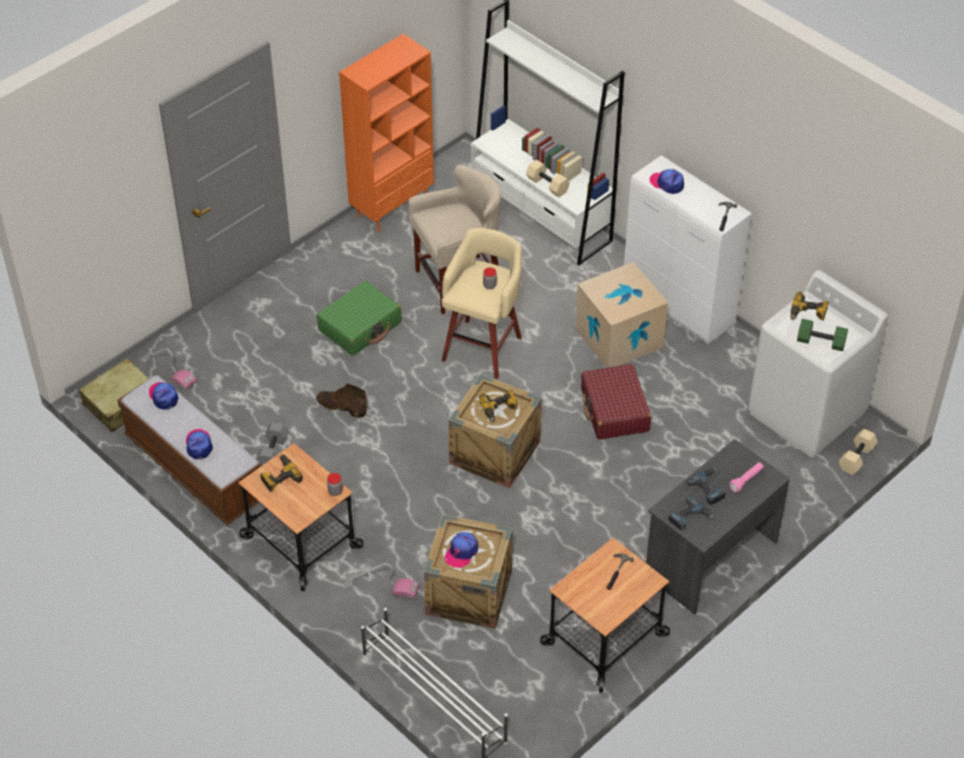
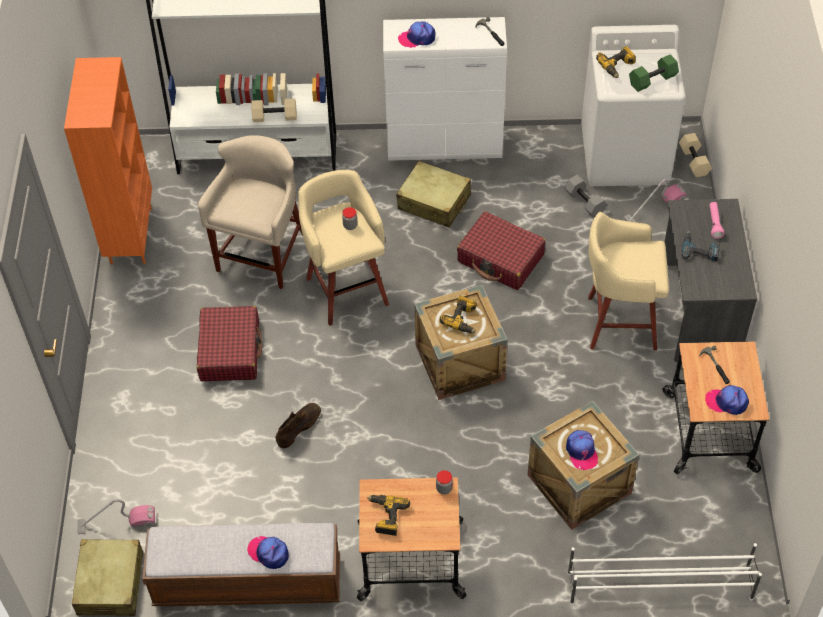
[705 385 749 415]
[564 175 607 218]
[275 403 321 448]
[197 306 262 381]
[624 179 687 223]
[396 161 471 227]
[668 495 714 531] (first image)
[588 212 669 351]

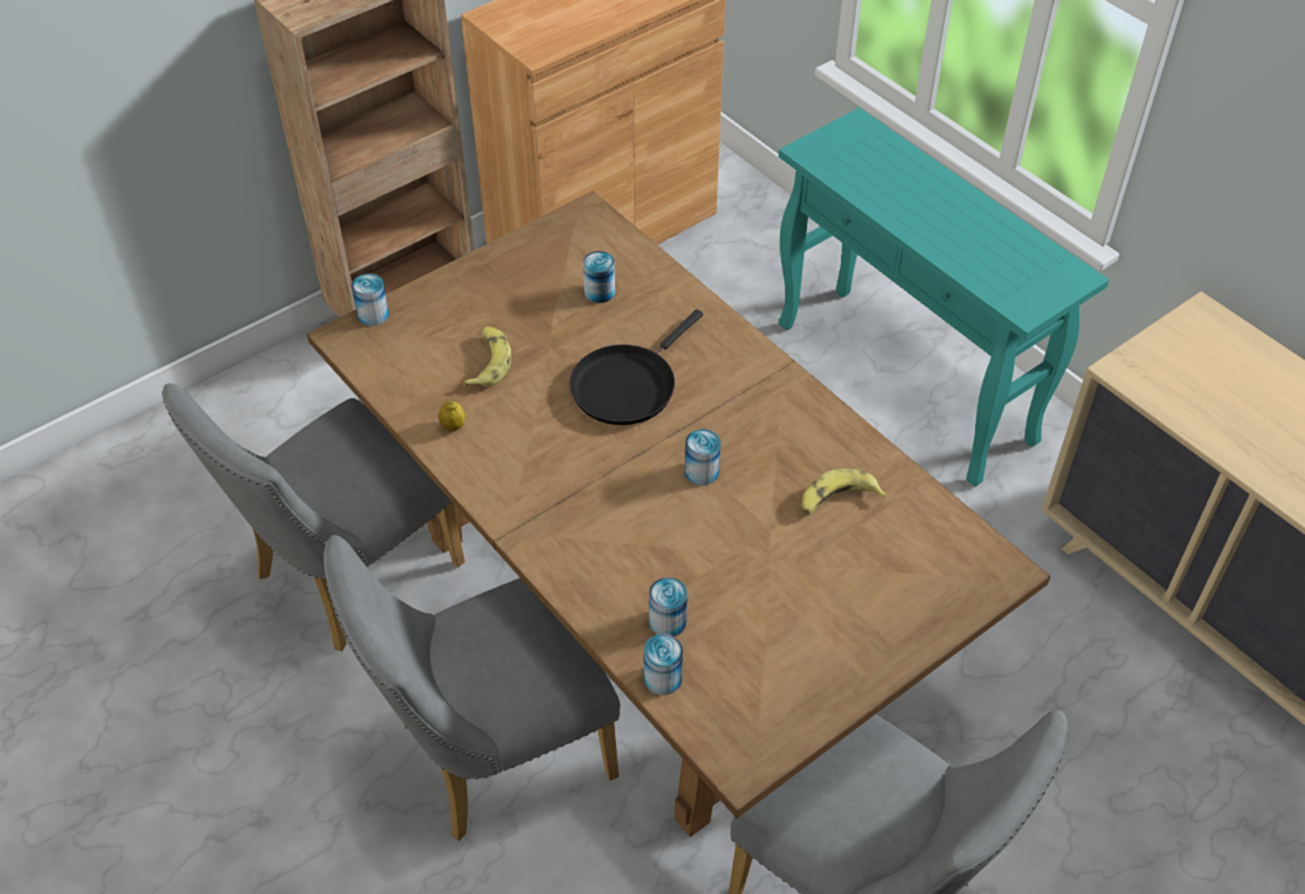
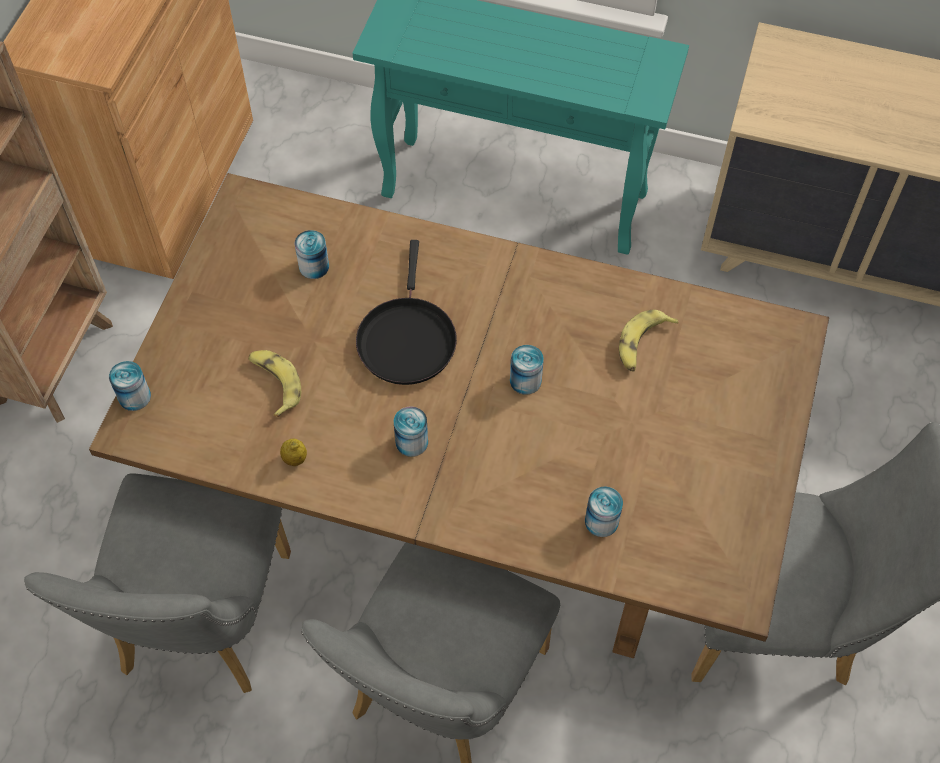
[394 406 428 457]

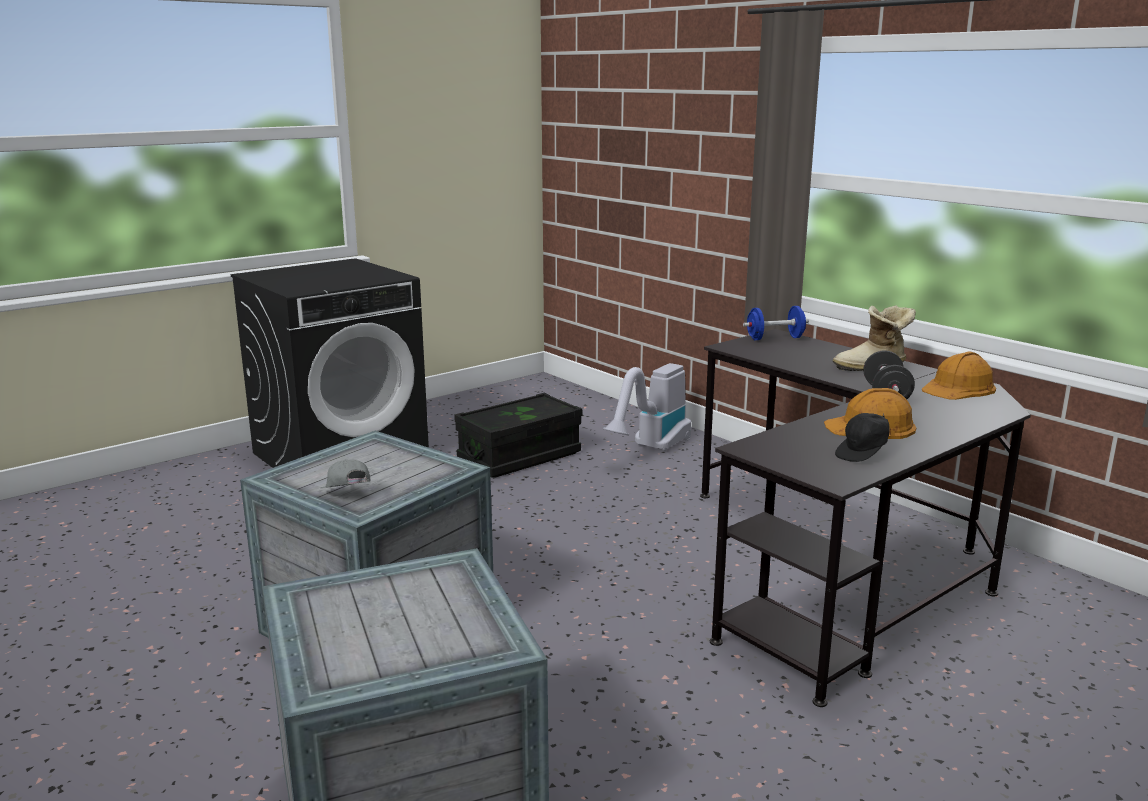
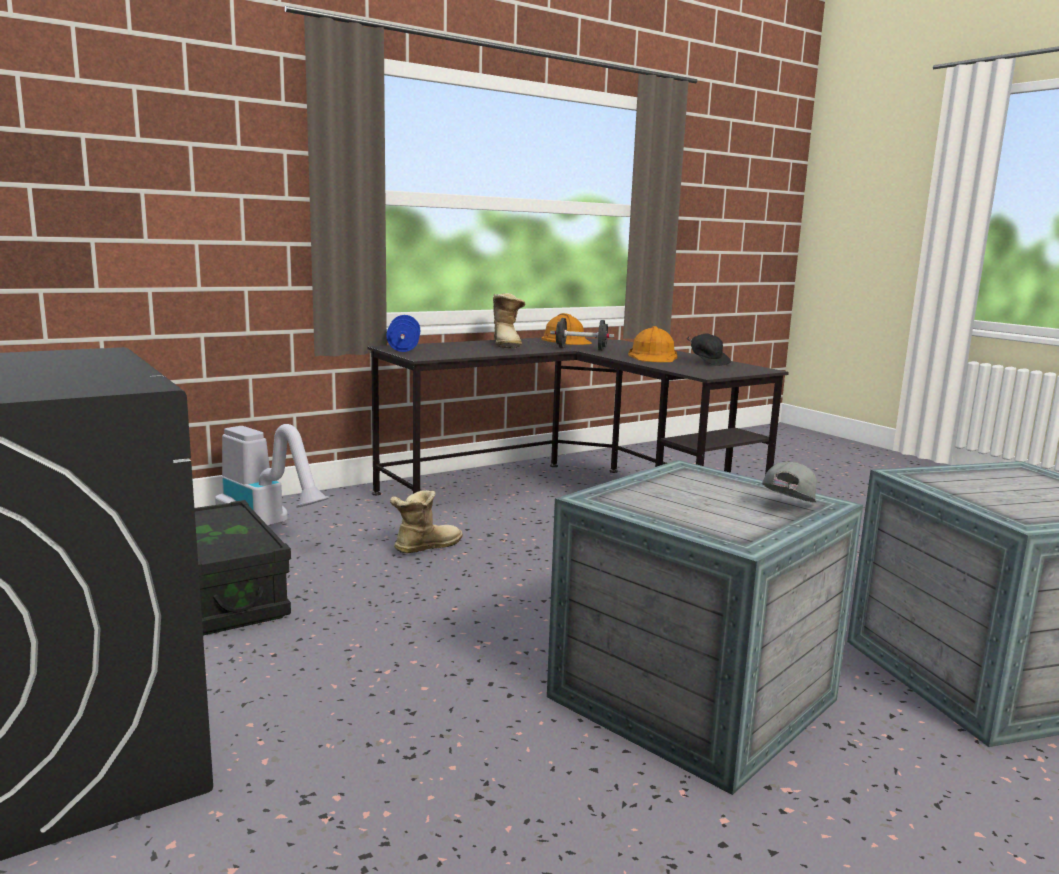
[762 462 817 503]
[390 490 463 553]

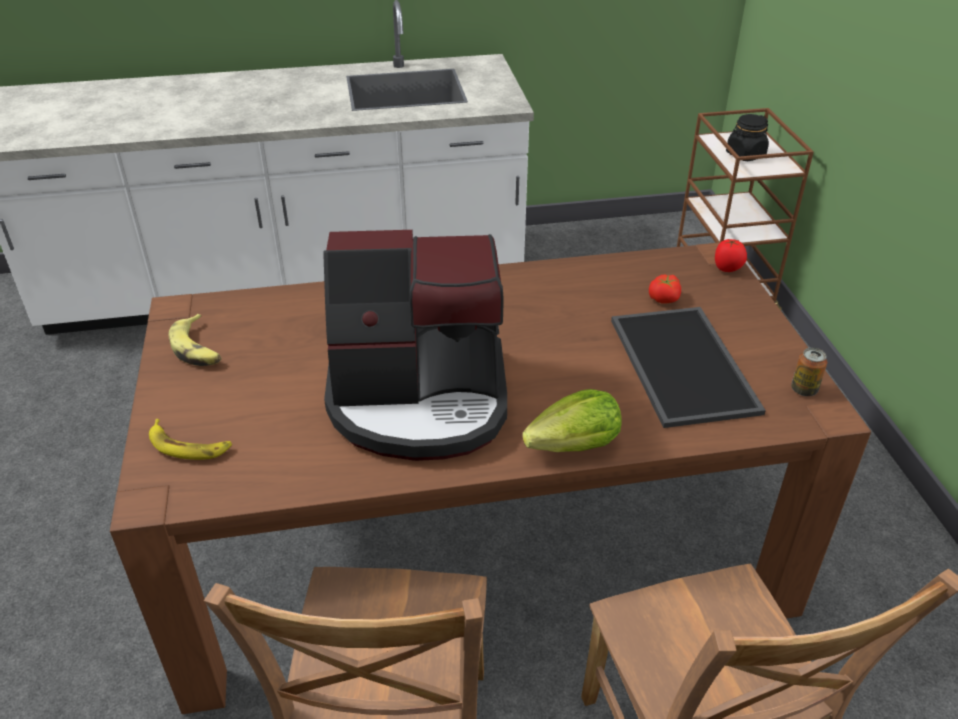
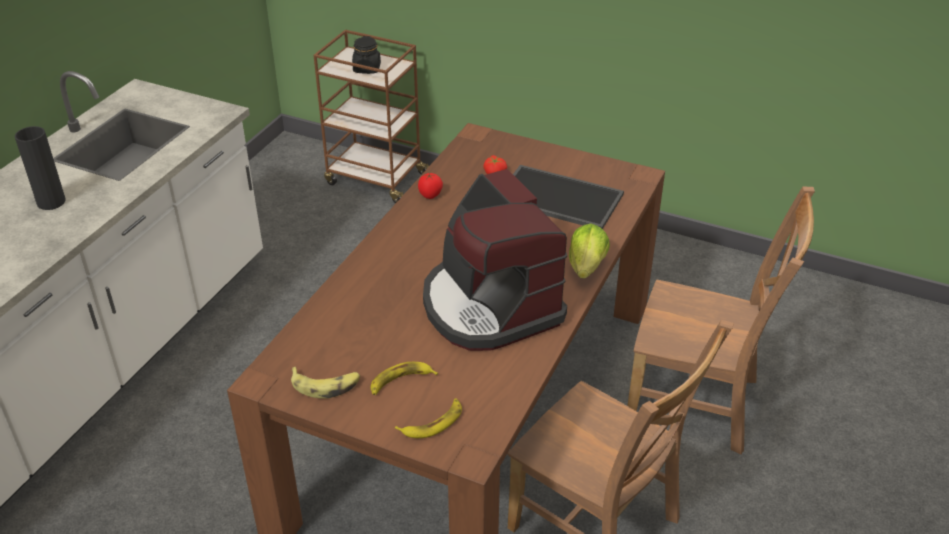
[423 169 567 351]
[418 173 443 199]
[791 348 827 396] (first image)
[15 126 66 210]
[371 362 438 395]

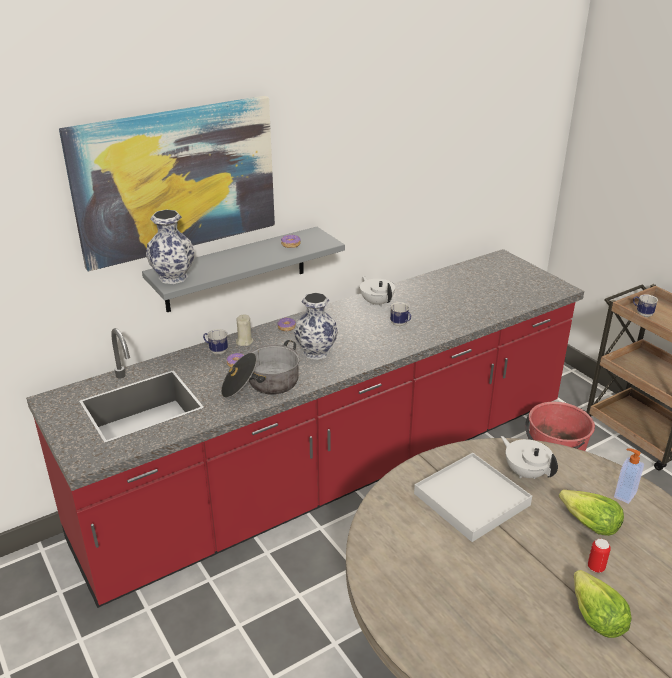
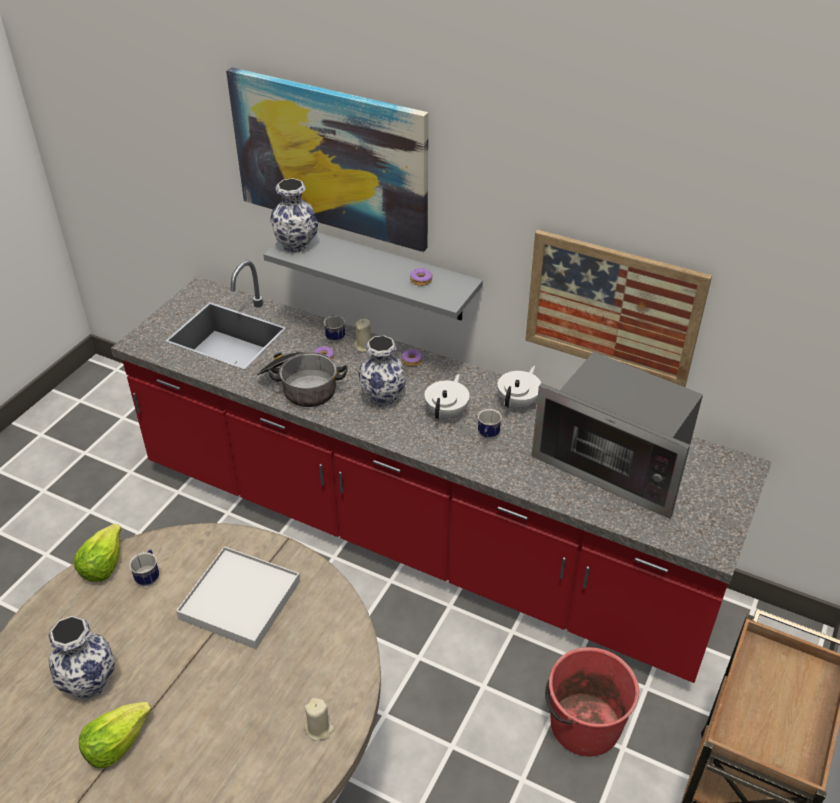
[424 374 470 419]
[74 524 122 582]
[588 539 611 573] (first image)
[304 698 335 741]
[129 549 159 586]
[48 616 114 701]
[525 230 712 387]
[531 352 703 519]

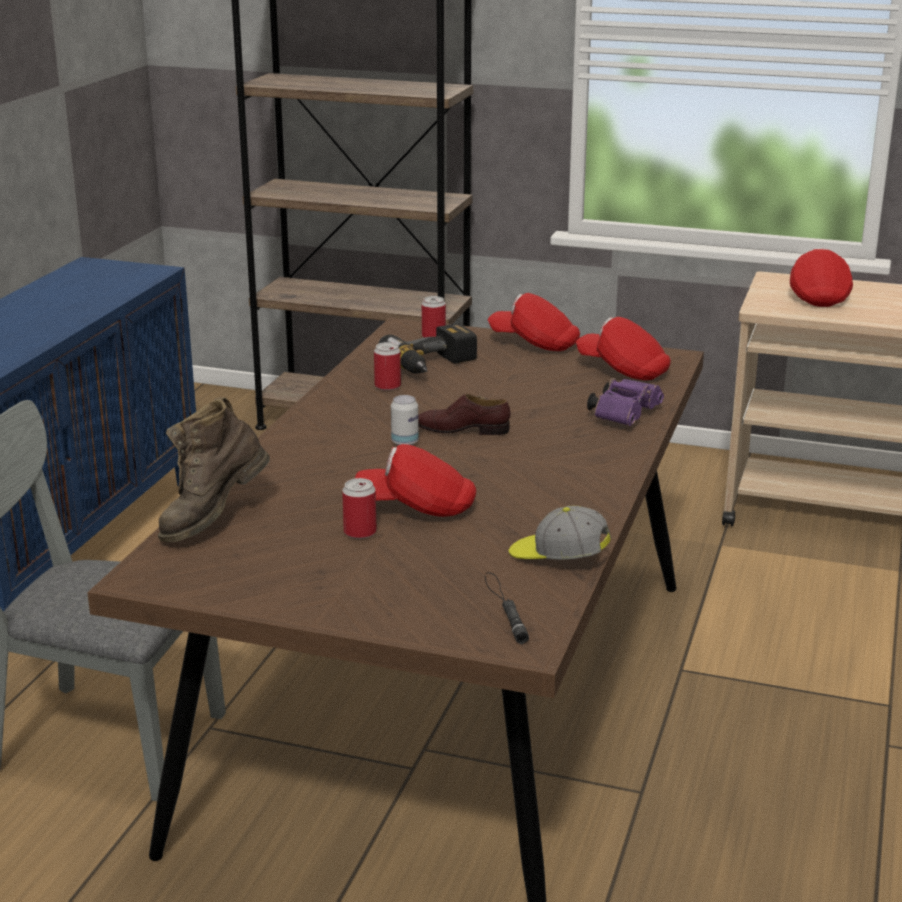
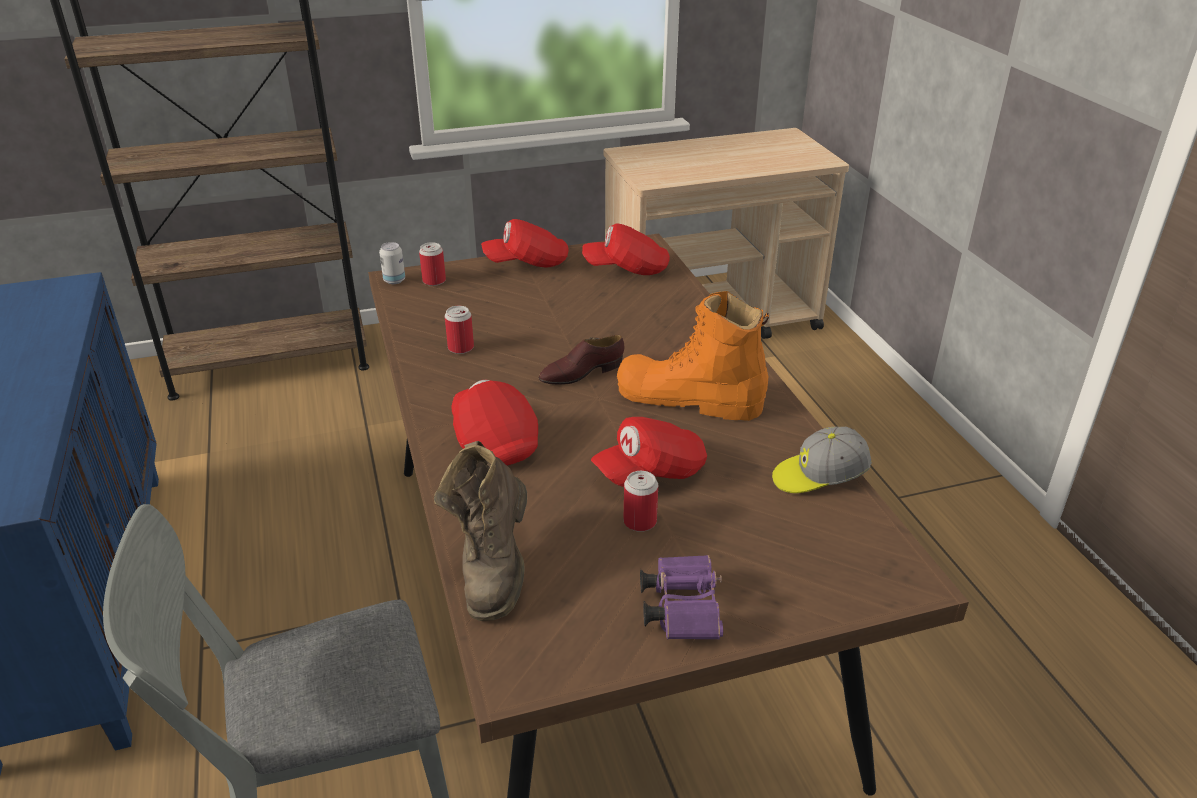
[378 323 477 374] (first image)
[379 242 405 284]
[485 572 529 644] (first image)
[640 555 723 640]
[452 380 538 466]
[617 291 769 421]

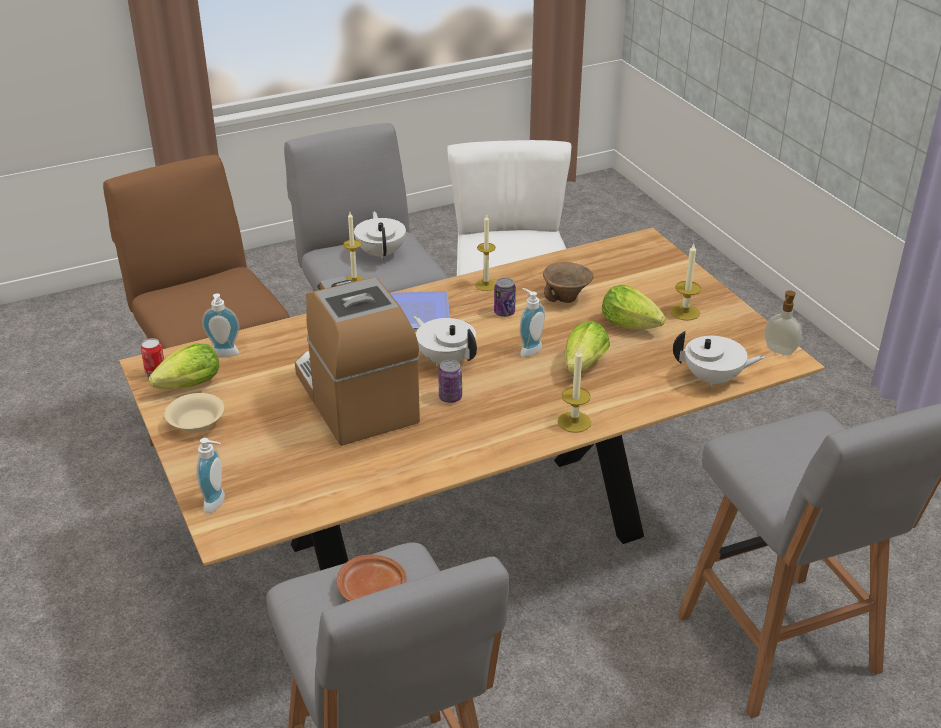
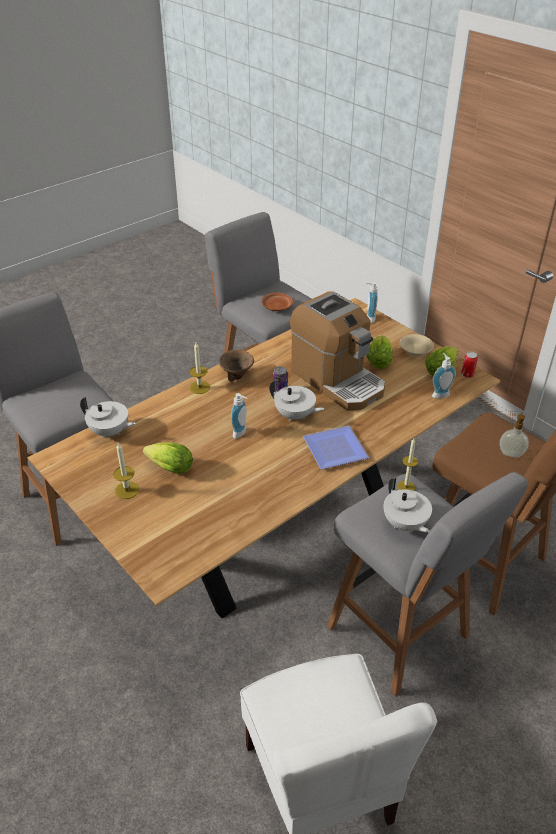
[475 215 496 291] (first image)
[494 278 516 317] (first image)
[219 349 254 382]
[366 335 393 369]
[80 397 136 439]
[500 412 529 458]

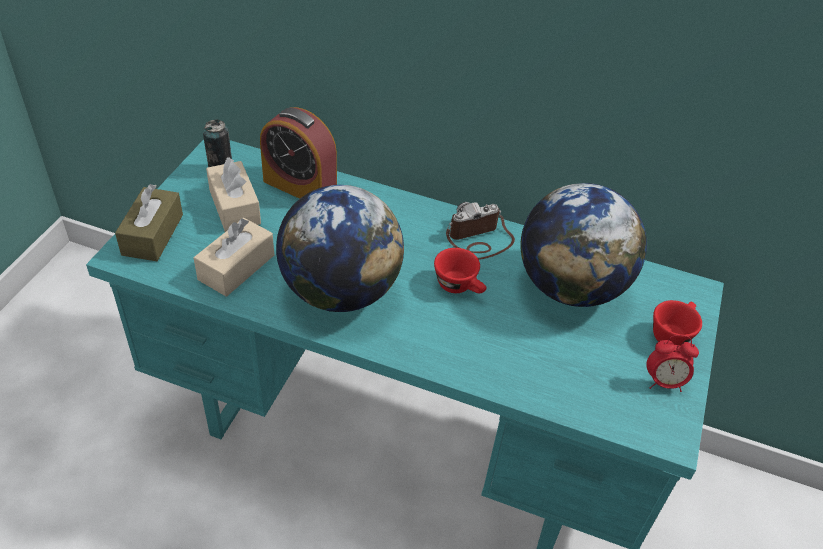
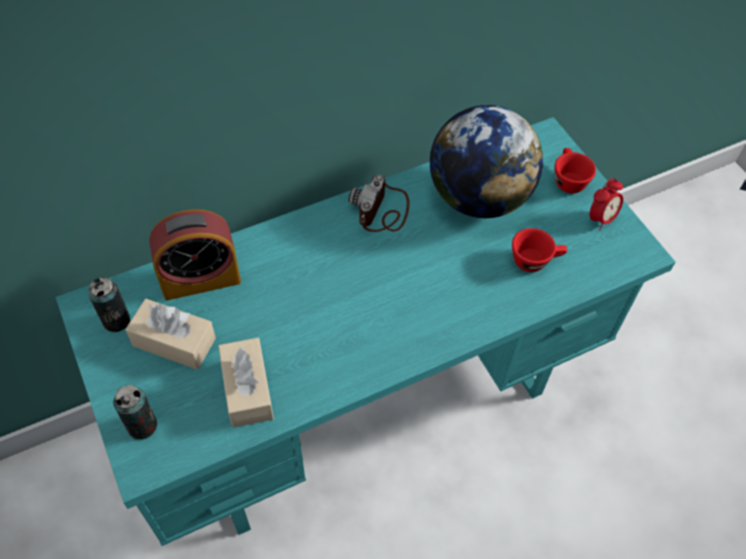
[113 385 157 440]
[276 185 404 312] (first image)
[512 228 567 272]

